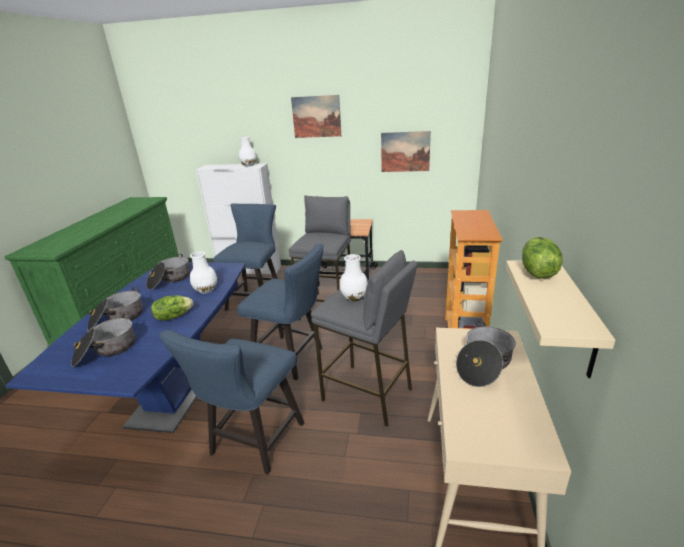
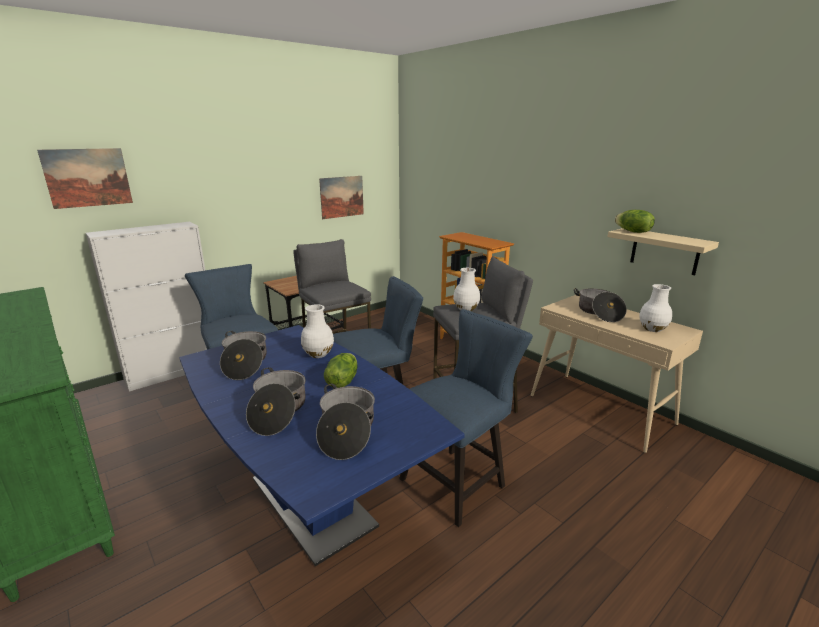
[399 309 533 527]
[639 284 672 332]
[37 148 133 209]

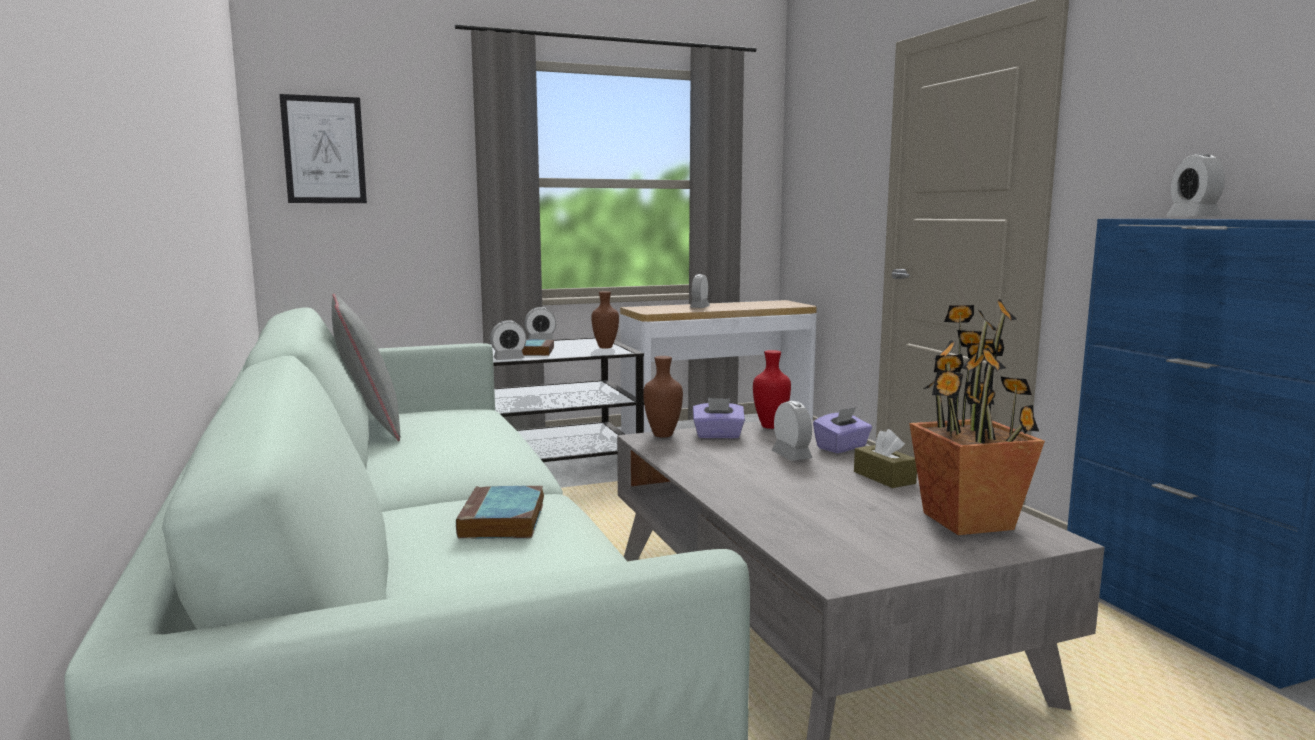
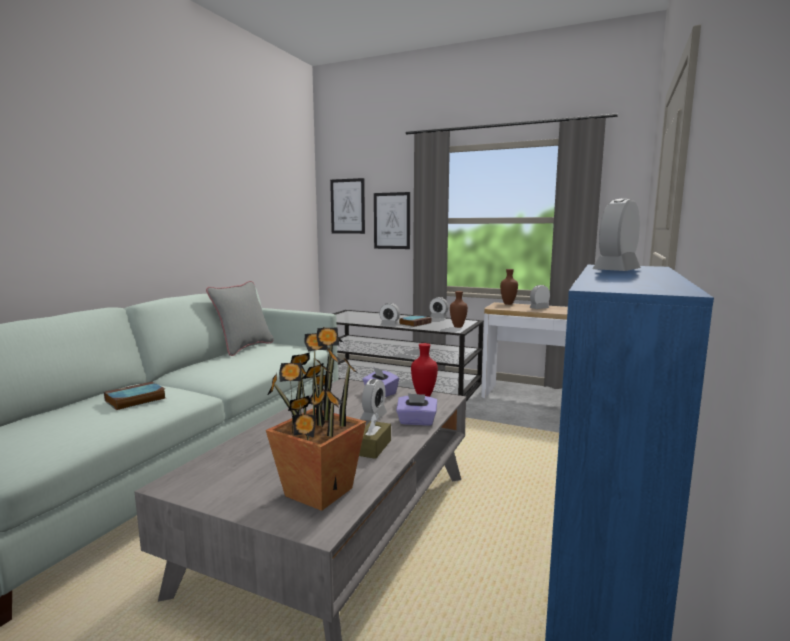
[500 269 518 305]
[374 192 410 249]

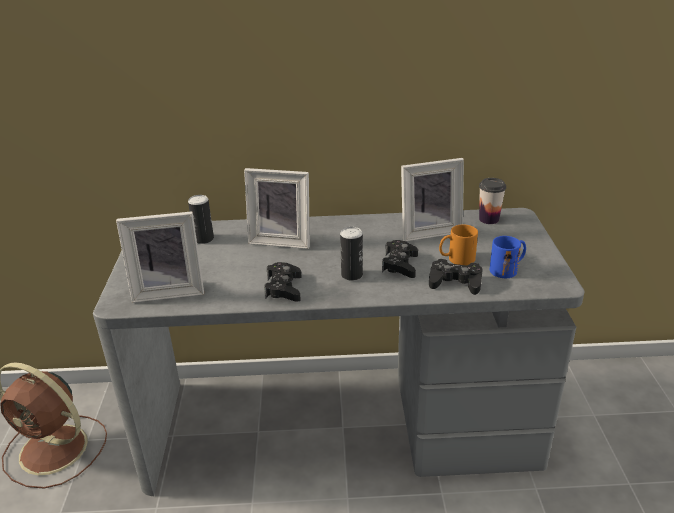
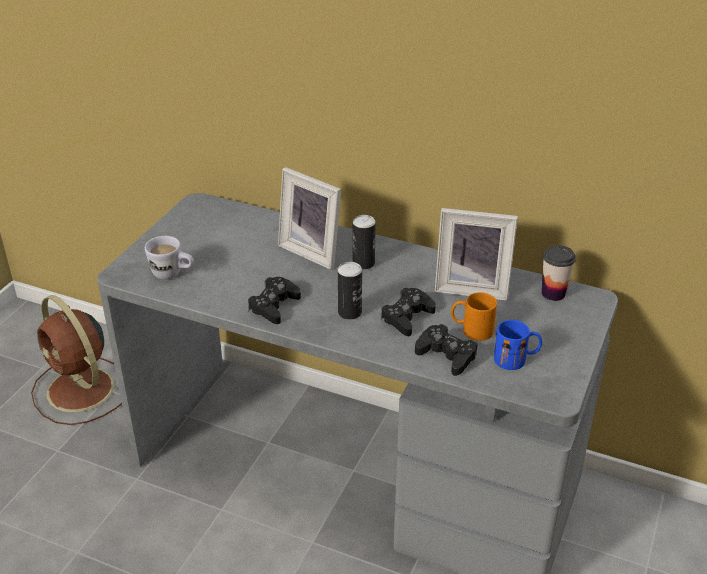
[145 236 194 279]
[353 215 376 269]

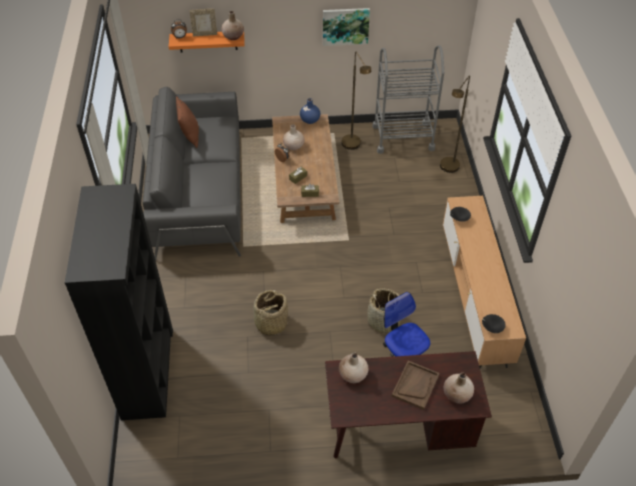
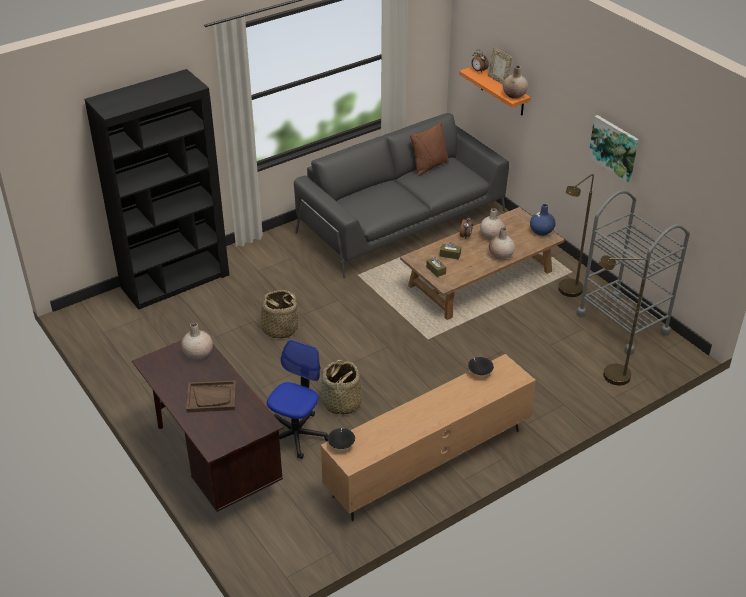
[489 228 515 260]

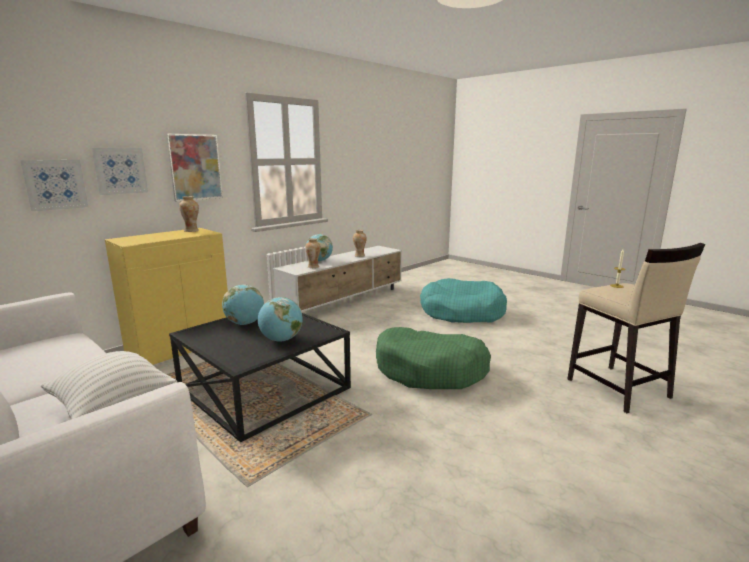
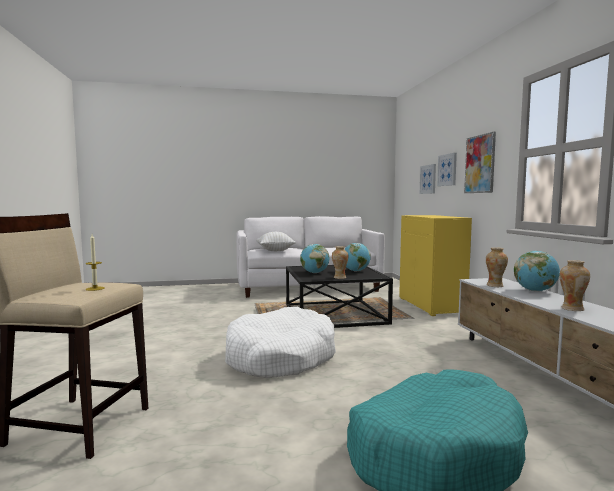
[332 246 348 279]
[225 307 336 378]

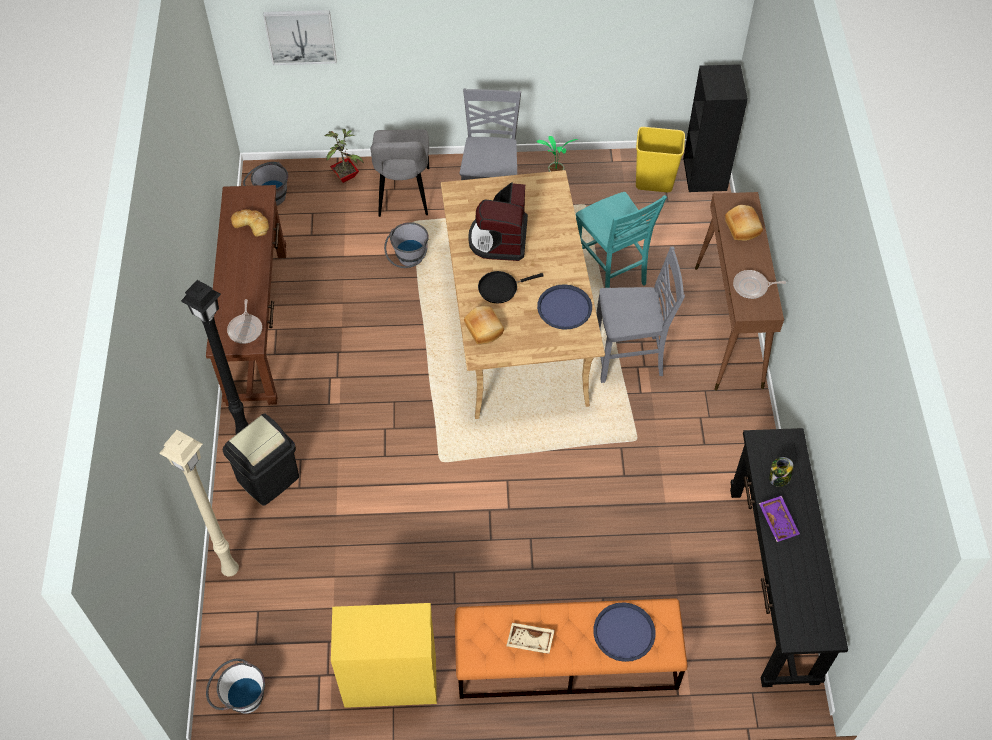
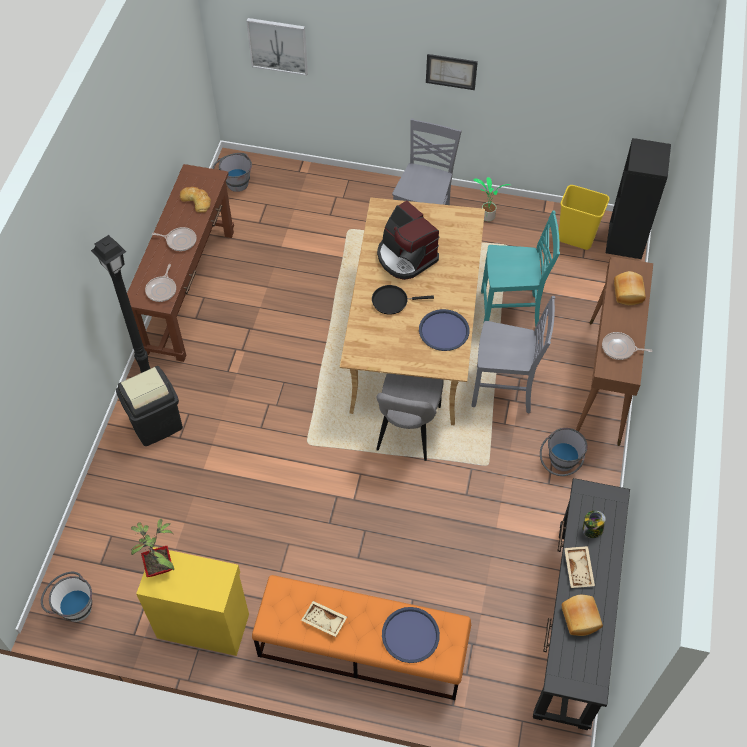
[159 430 239 576] (first image)
[131 519 174 577]
[376 373 444 461]
[540 428 587 476]
[561 595 603 636]
[377 201 439 280]
[481 211 560 327]
[564 546 595 588]
[152 227 196 251]
[426 54 478 90]

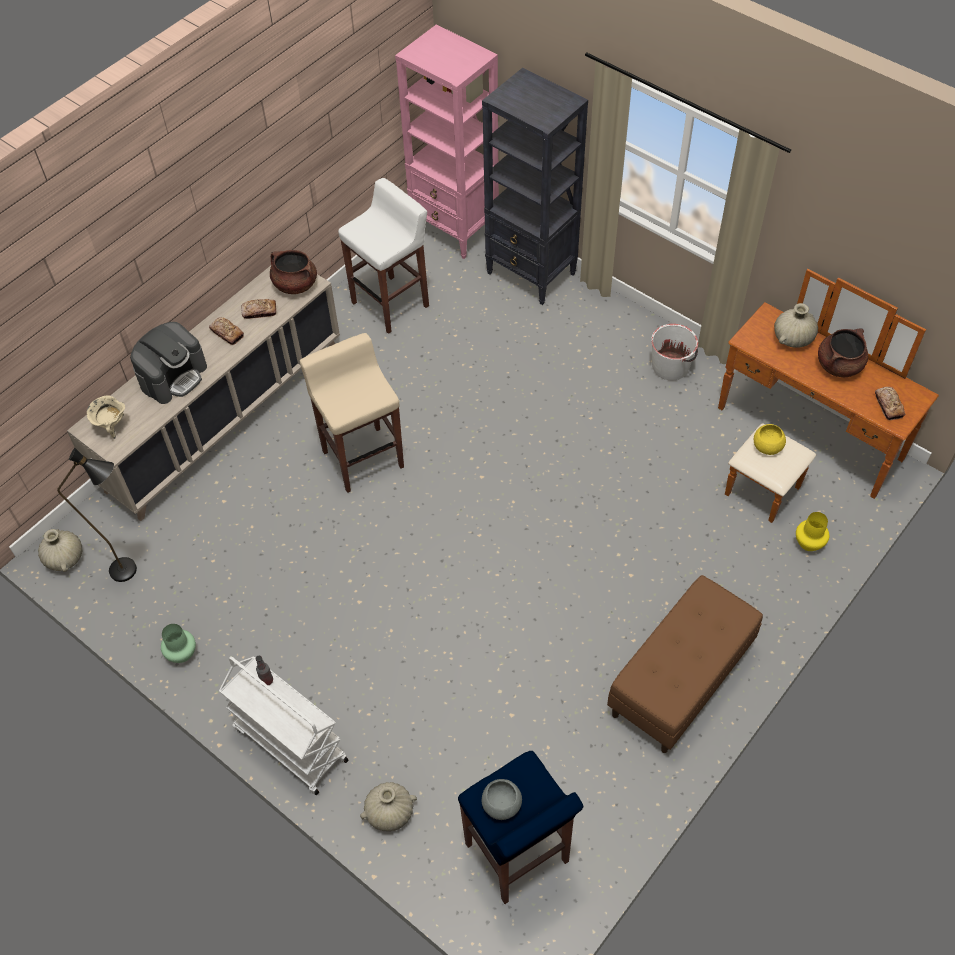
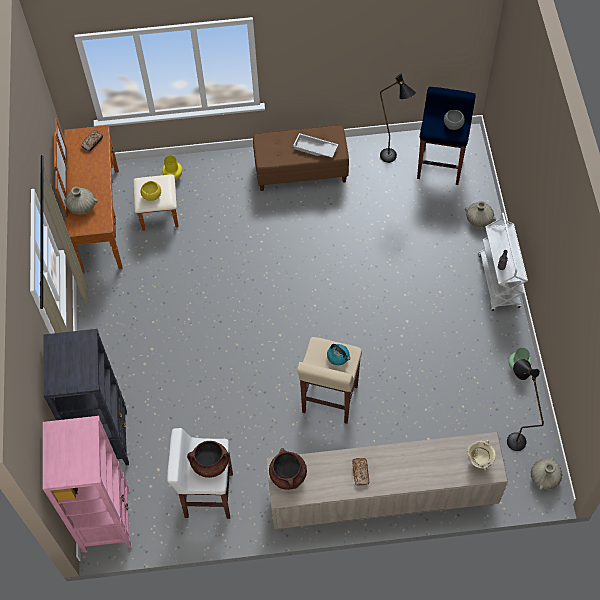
[130 322 207 404] (first image)
[241 299 276 319] (first image)
[651 324 698 380] (first image)
[187 441 229 478]
[293 133 338 158]
[327 344 350 365]
[380 73 416 163]

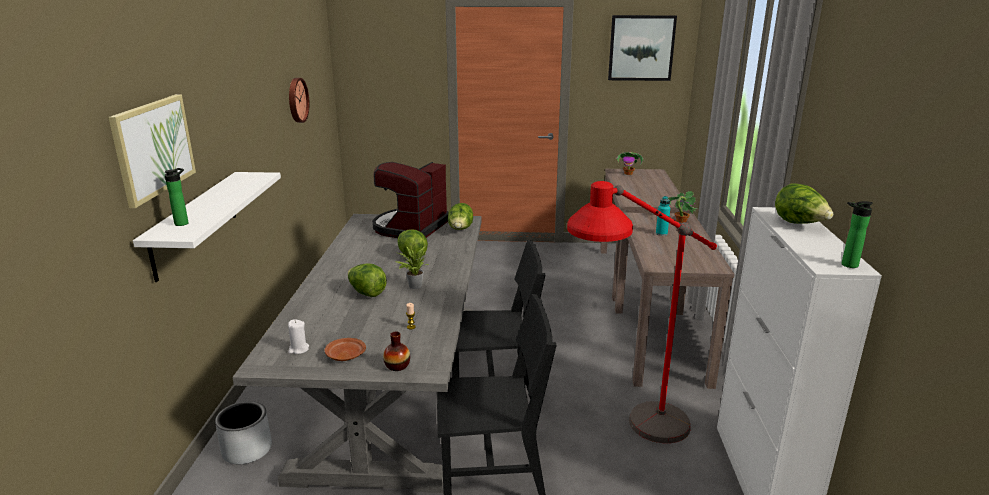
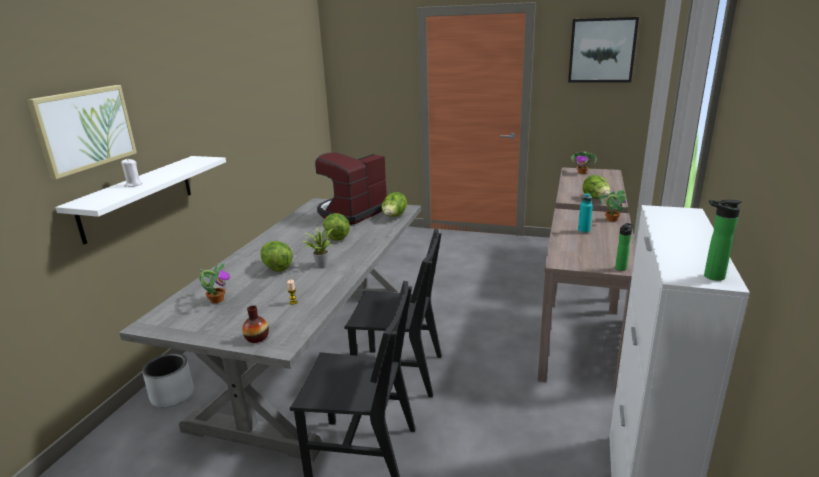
[615 223 633 271]
[121 158 143 187]
[289 78 310 123] (first image)
[325 338 366 361] (first image)
[567 181 717 443] (first image)
[583 175 610 199]
[199 262 230 303]

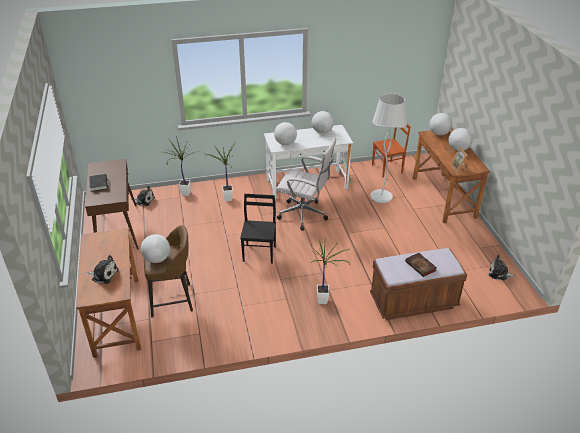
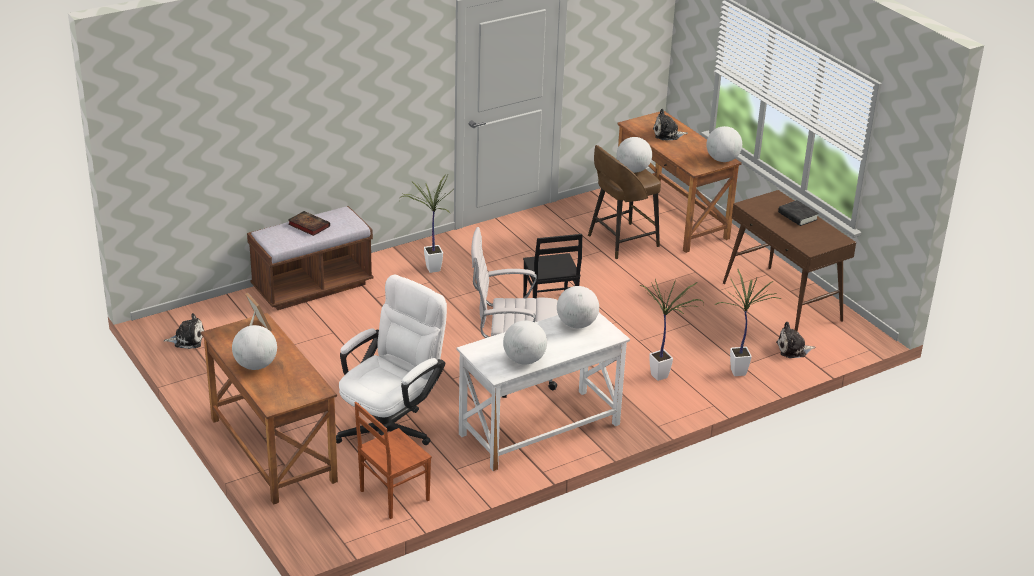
[336 274 447 445]
[706 126 742 162]

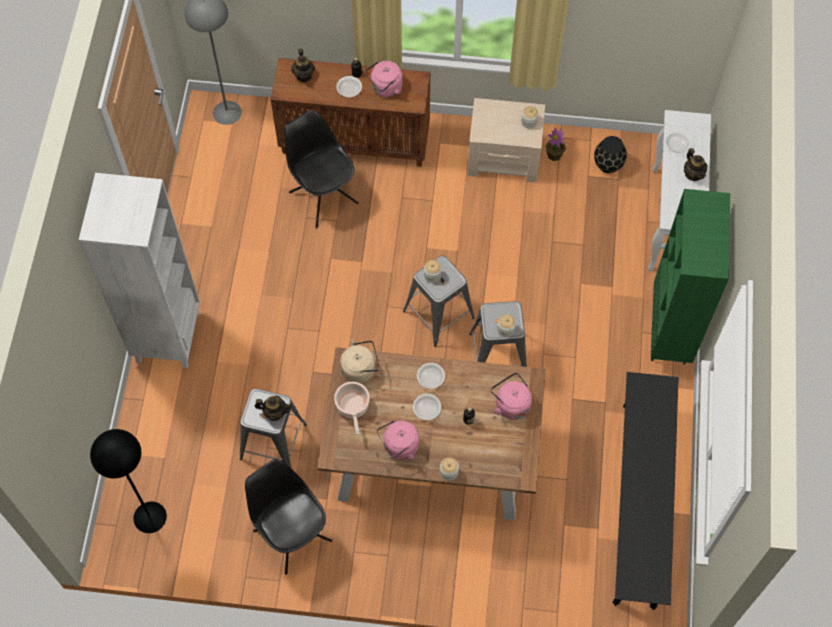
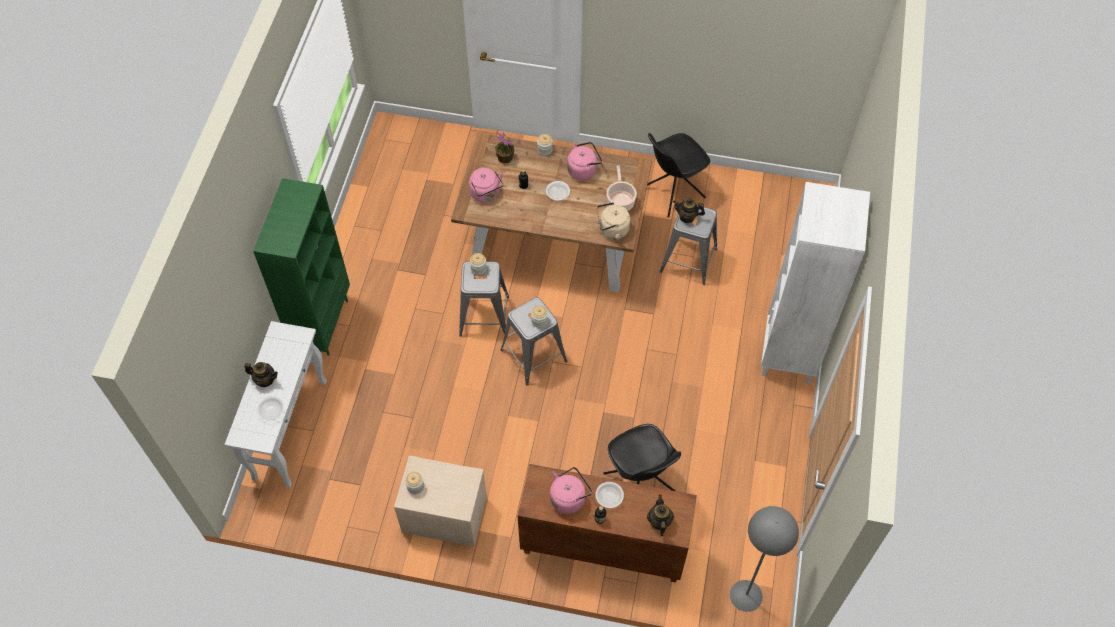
[90 429 167 533] (first image)
[647 133 710 218]
[417 363 445 389] (first image)
[495 133 514 164]
[594 136 627 173] (first image)
[613 372 679 610] (first image)
[244 362 278 387]

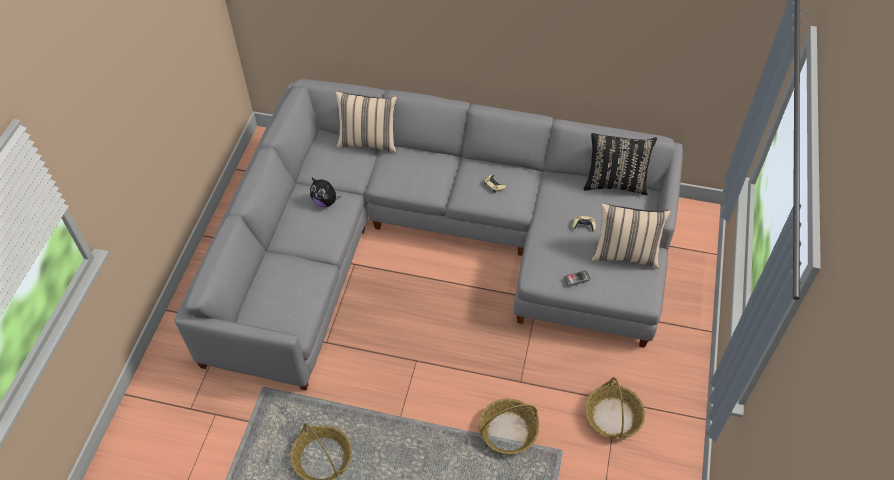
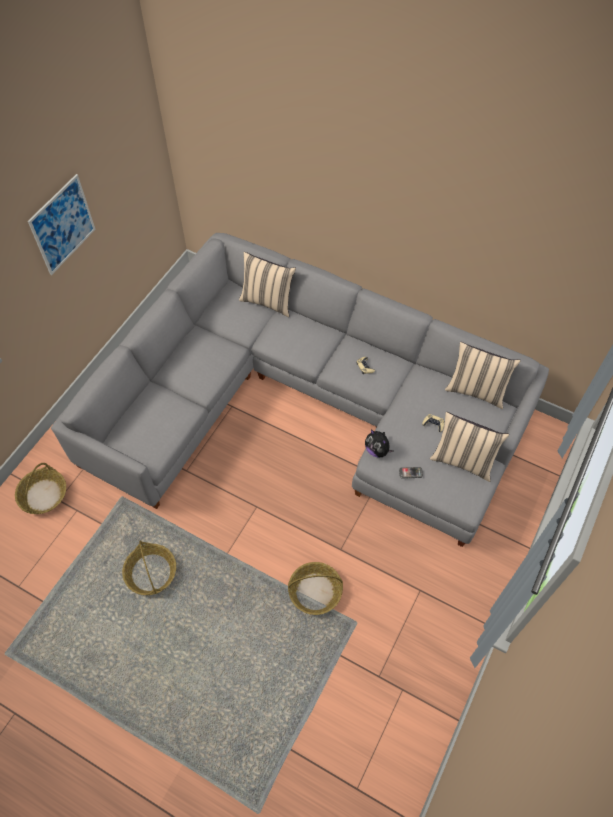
[365 429 394 458]
[445 342 521 409]
[15 463 66 514]
[28 174 95 275]

